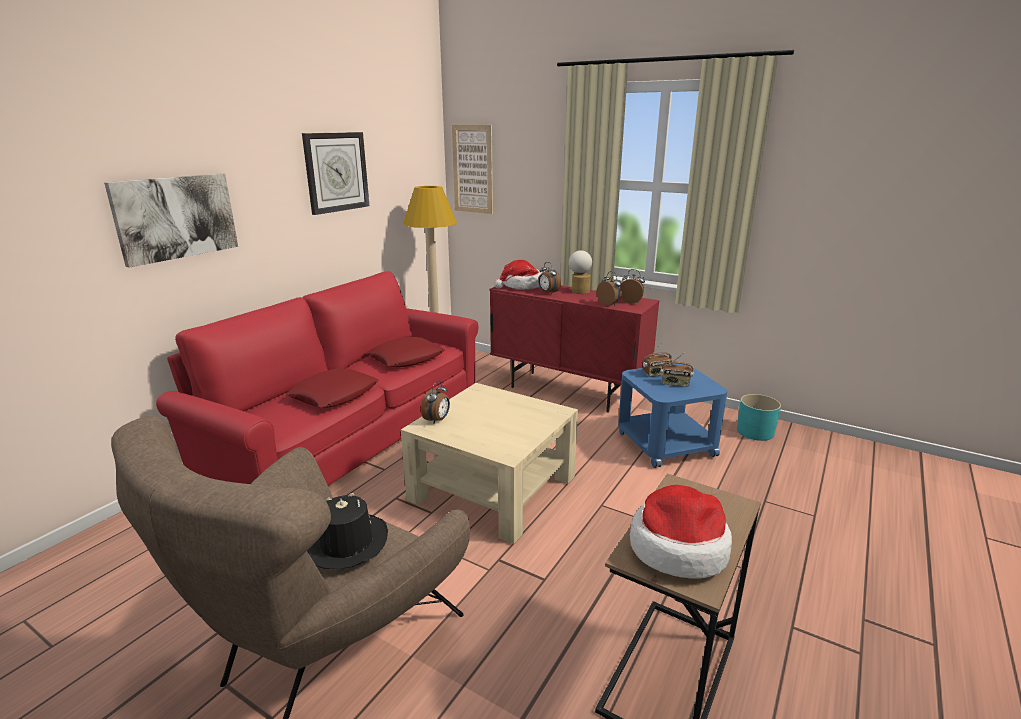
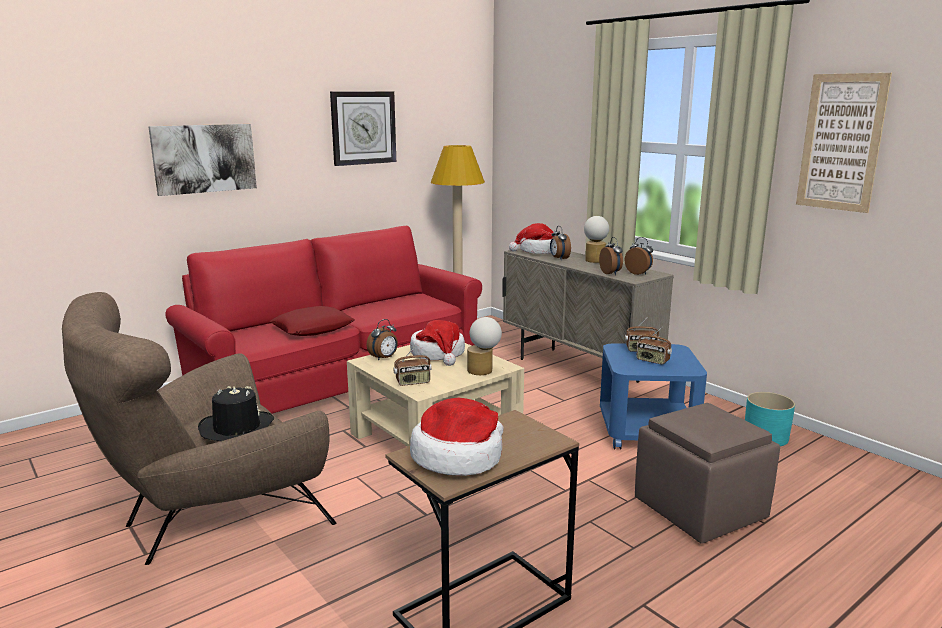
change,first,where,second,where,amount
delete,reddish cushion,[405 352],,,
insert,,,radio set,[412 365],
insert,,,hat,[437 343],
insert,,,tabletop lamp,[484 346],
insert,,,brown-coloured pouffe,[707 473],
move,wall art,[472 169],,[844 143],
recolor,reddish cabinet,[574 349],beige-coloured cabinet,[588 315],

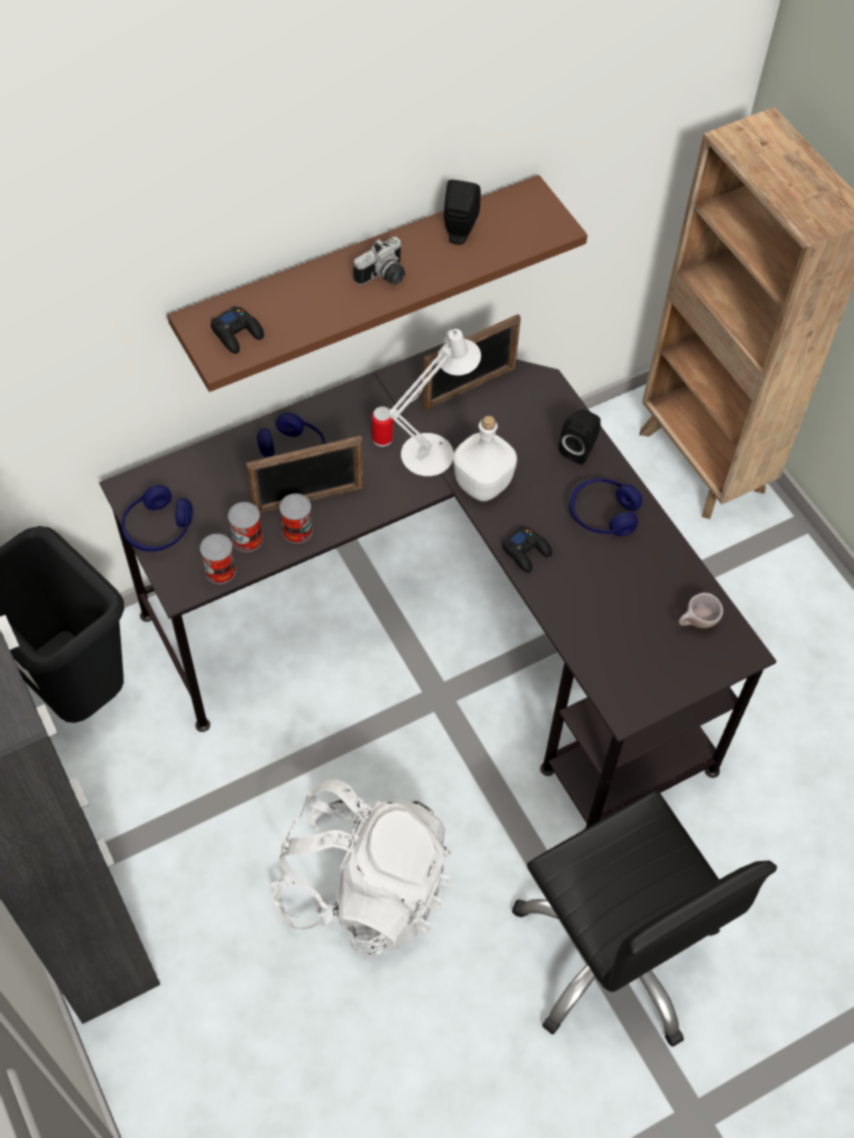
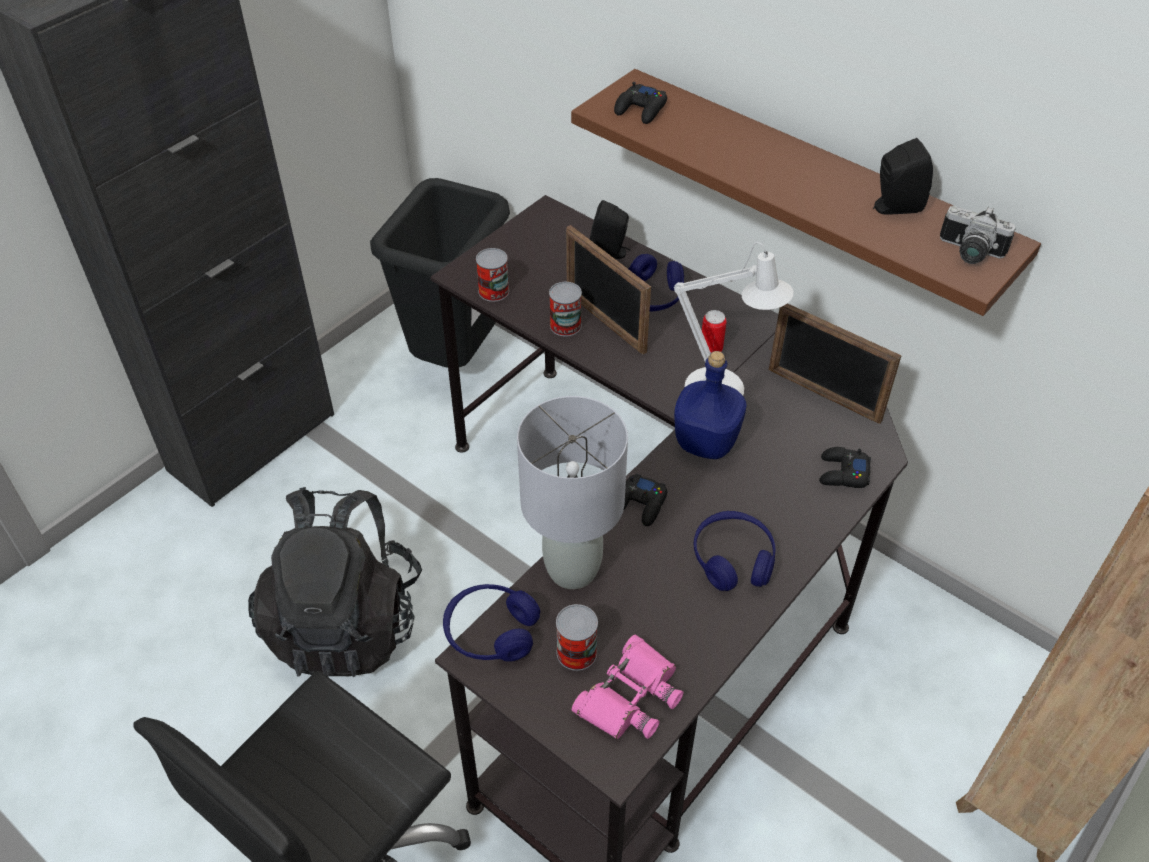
change,first,where,second,where,amount
insert,,,greyish tabletop lamp,[572 492],
insert,,,black-coloured gamepad,[845 467],
move,bluish pair of headphones,[157 518],,[491 623],
move,sealed can,[245 527],,[577 637],
move,still camera,[379 261],,[978 235],
move,black-coloured audio speaker,[580 437],,[610 229],
replace,beige-coloured cup,[700 610],pinkish binoculars,[627 687],
recolor,white-coloured rucksack,[361 868],black-coloured rucksack,[335 582],
recolor,white-coloured drink bottle,[485 458],bluish drink bottle,[710 405],

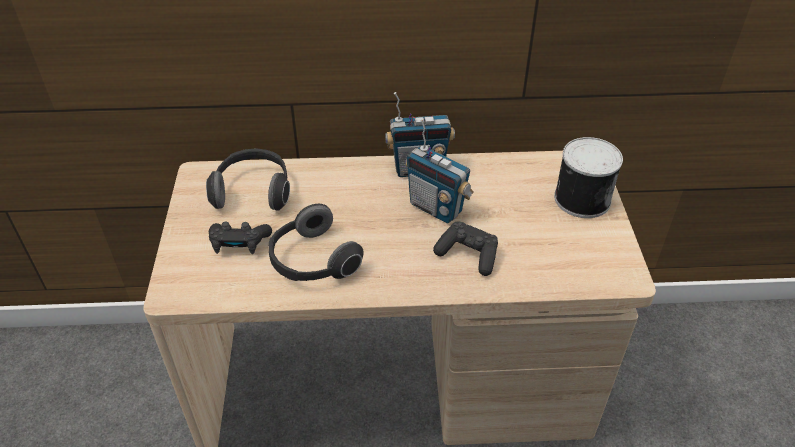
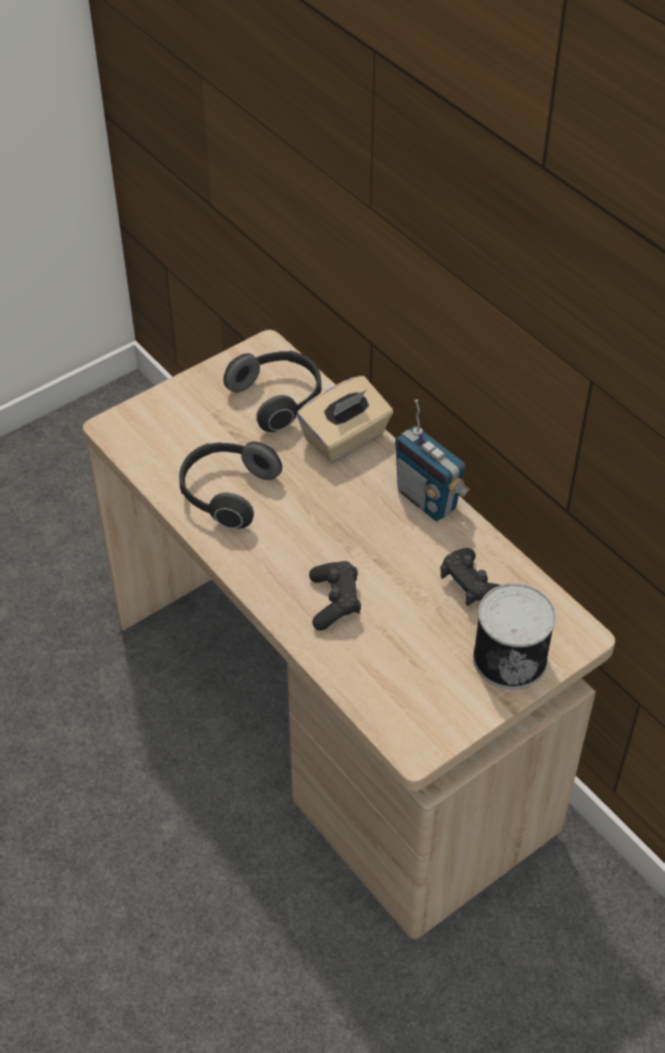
change,first,where,second,where,amount
delete,radio set,[439 171],,,
insert,,,beige-coloured box of tissues,[345 419],
move,black-coloured gamepad,[240 238],,[470 577],

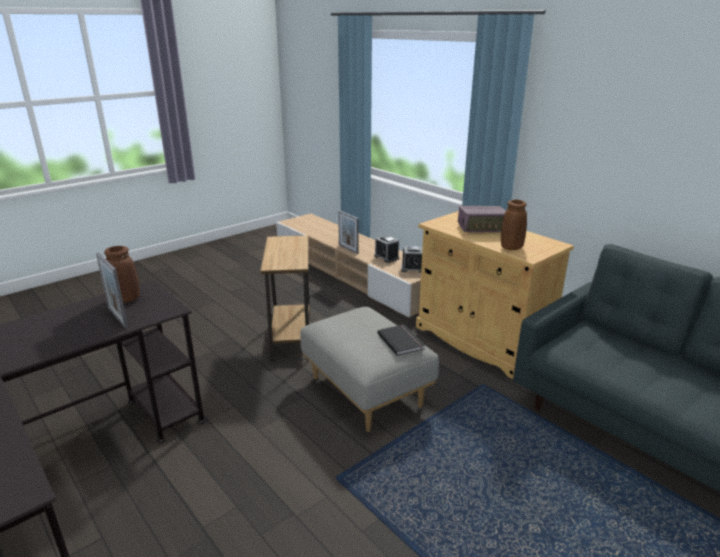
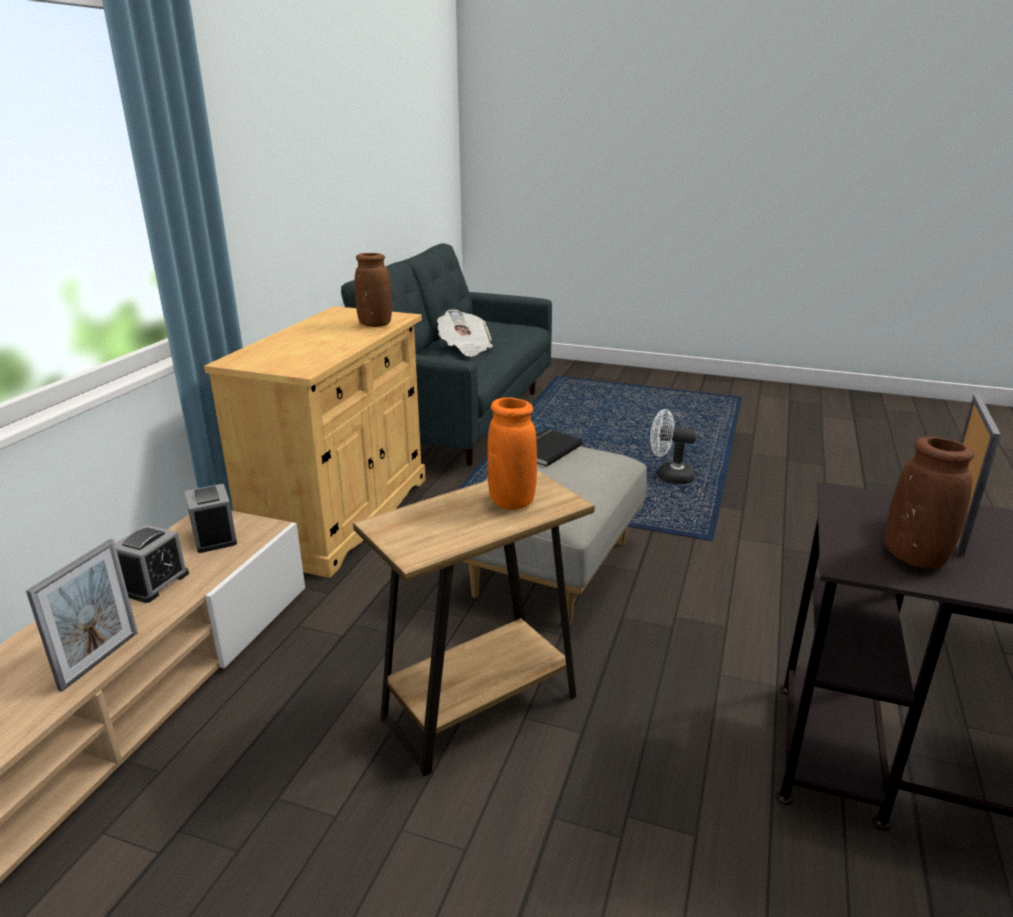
change,first,where,second,where,amount
delete,radio set,[482 219],,,
insert,,,daily paper,[465 333],
insert,,,orange vase,[512 453],
insert,,,white-coloured fan,[673 446],

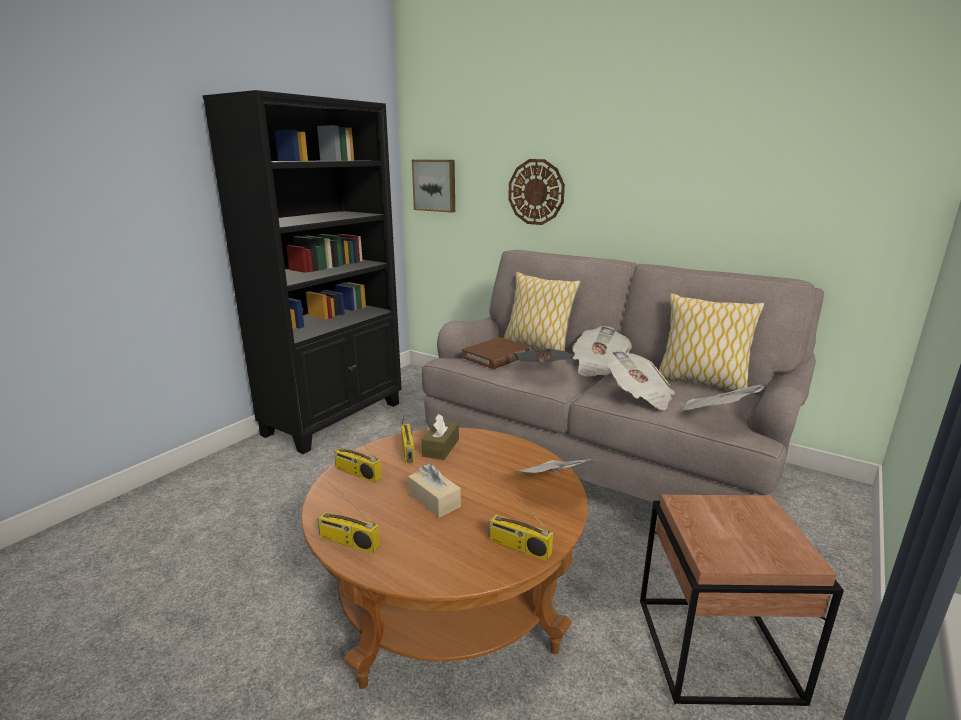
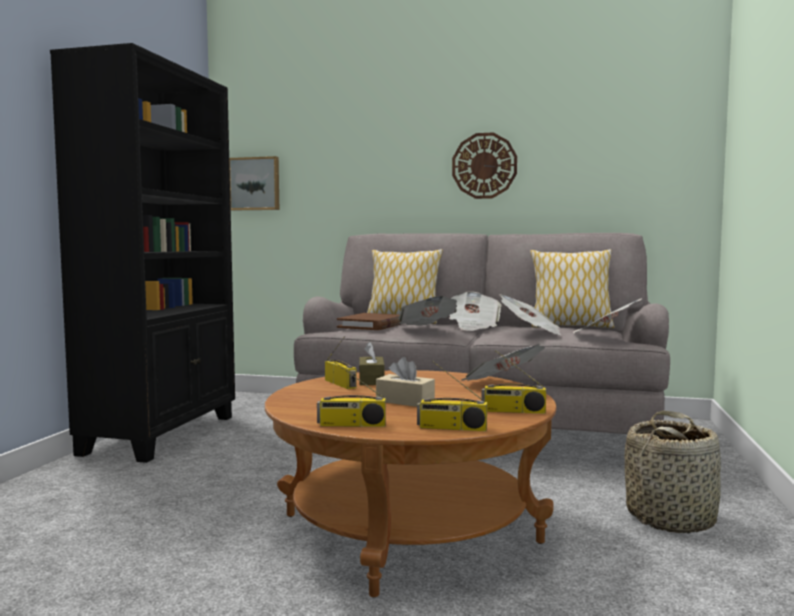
change,first,where,second,where,amount
move,radio set,[358 453],,[452 396],
move,clock on the wall,[536 192],,[484 166],
replace,brown-coloured side table,[742 600],household basket,[672 472],

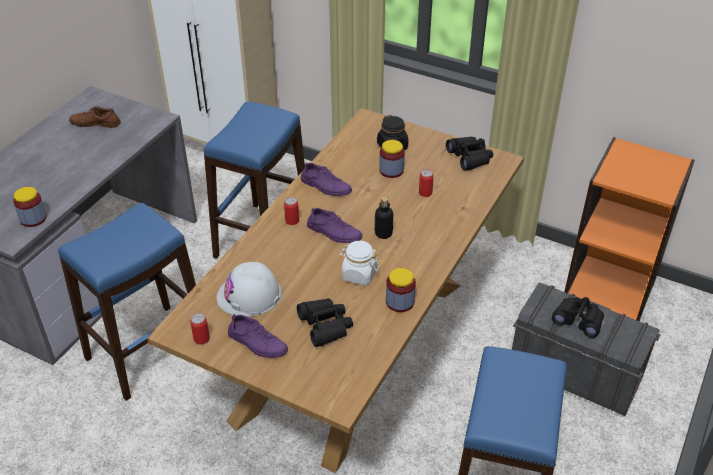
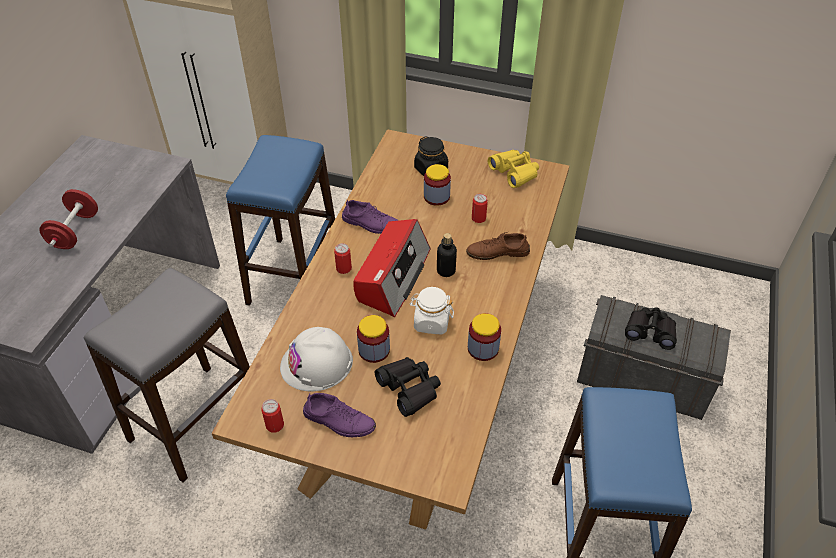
change,first,where,second,where,amount
delete,orange shelving unit,[629 229],,,
insert,,,reddish free weight,[68 219],
move,storage jar,[30 207],,[373 339],
move,brown-coloured low shoe,[95 117],,[498 246],
replace,purple-coloured low shoe,[334 225],radio set,[391 268],
recolor,bluish stool seat,[127 302],greyish stool seat,[167 375],
recolor,black-coloured binoculars,[469 153],yellowish binoculars,[513 169],

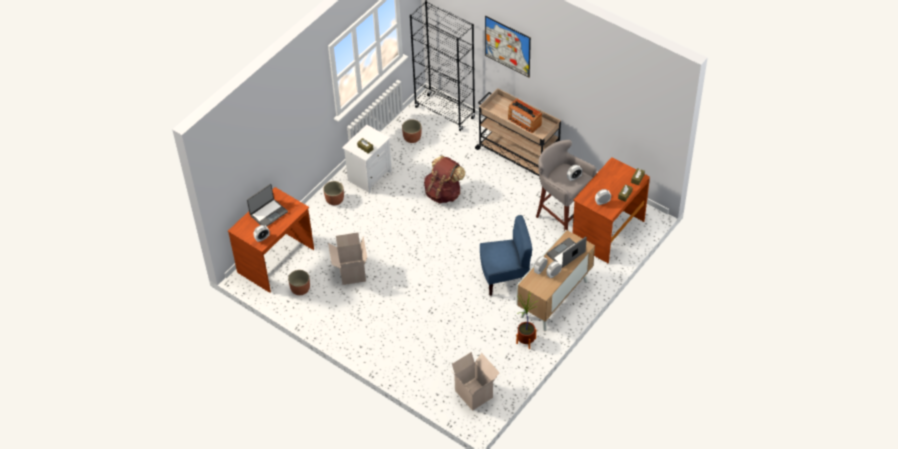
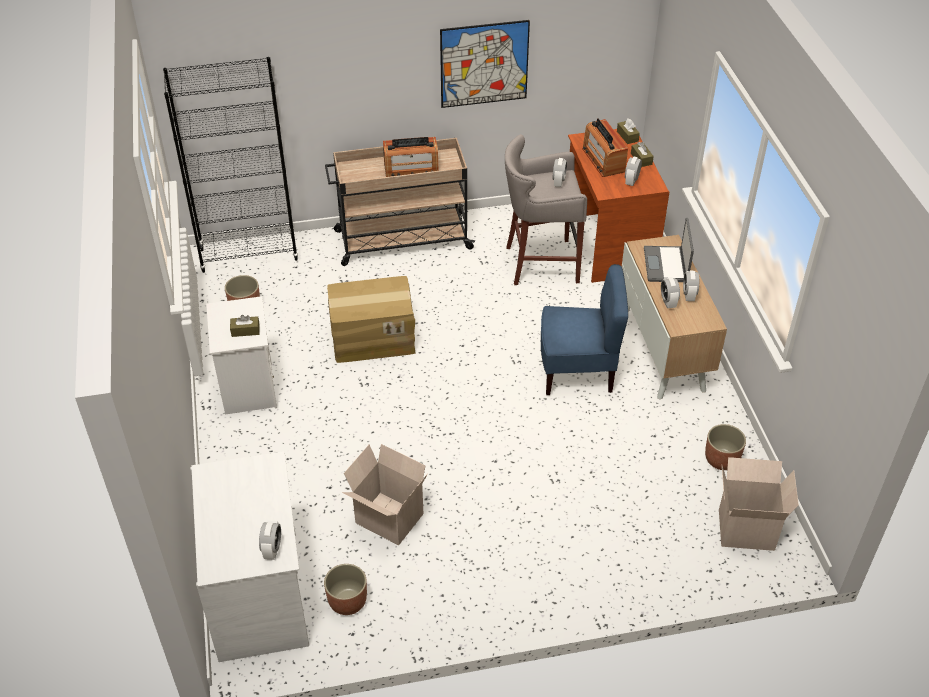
change,first,where,second,where,amount
delete,notebook computer,[267 205],,,
delete,potted plant,[526 321],,,
insert,,,radio set,[605 147],
move,planter,[333 193],,[725 447],
move,wall art,[508 47],,[485 64],
replace,brown-coloured rucksack,[444 179],packing box,[371 319],
recolor,brown-coloured desk,[271 240],white-coloured desk,[249 556],
rotate,bluish chair,[506 255],,[584 329],60 degrees clockwise

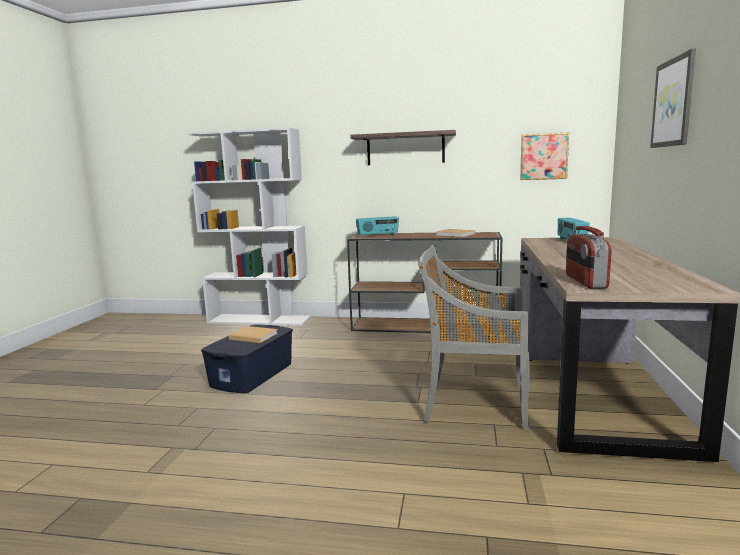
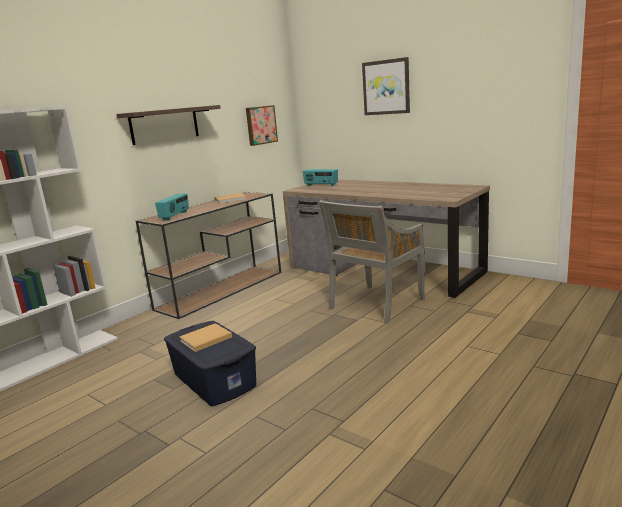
change,first,where,second,where,amount
delete,radio set,[589 257],,,

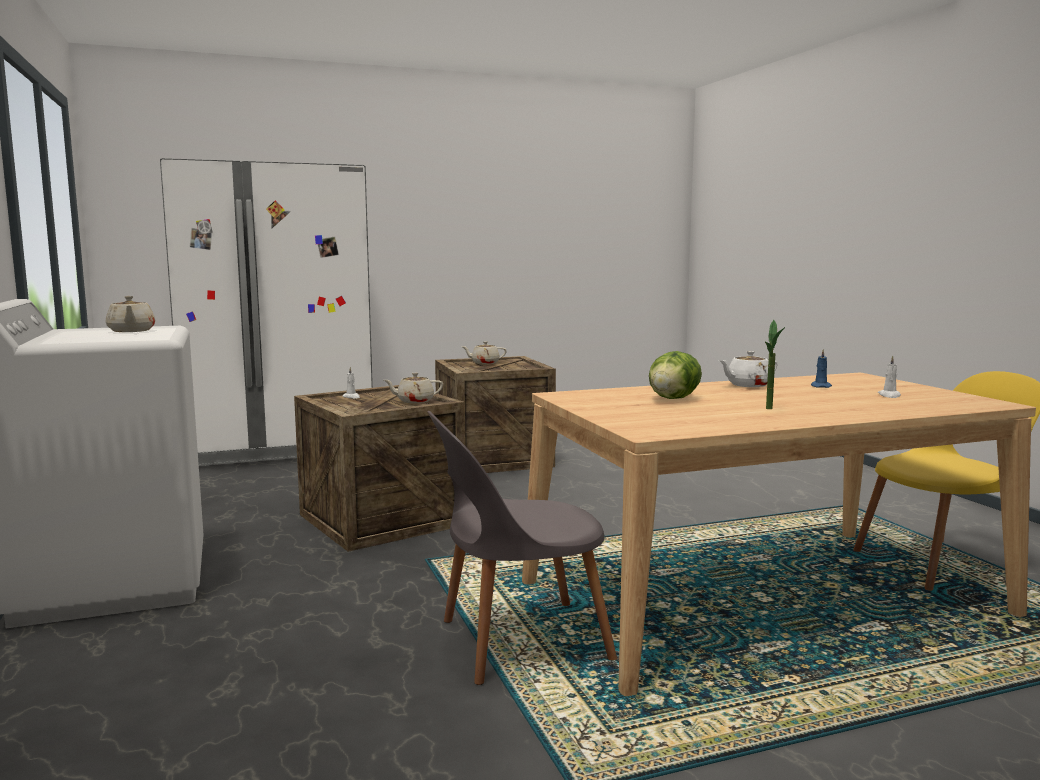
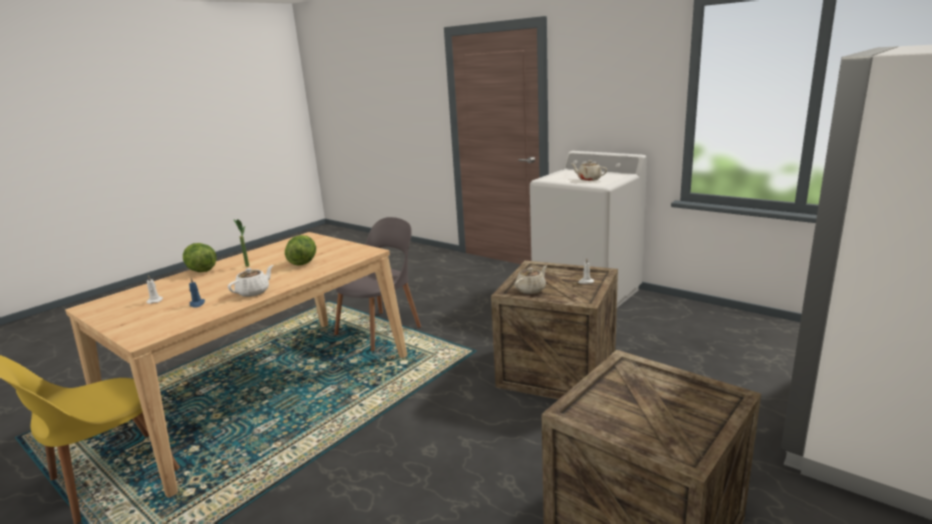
change,first,where,second,where,amount
delete,beige-coloured tea pot,[484 352],,,
insert,,,lettuce head,[200 257],

